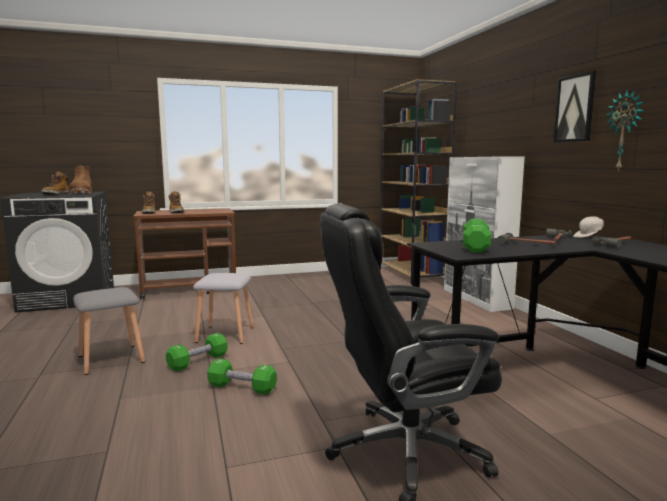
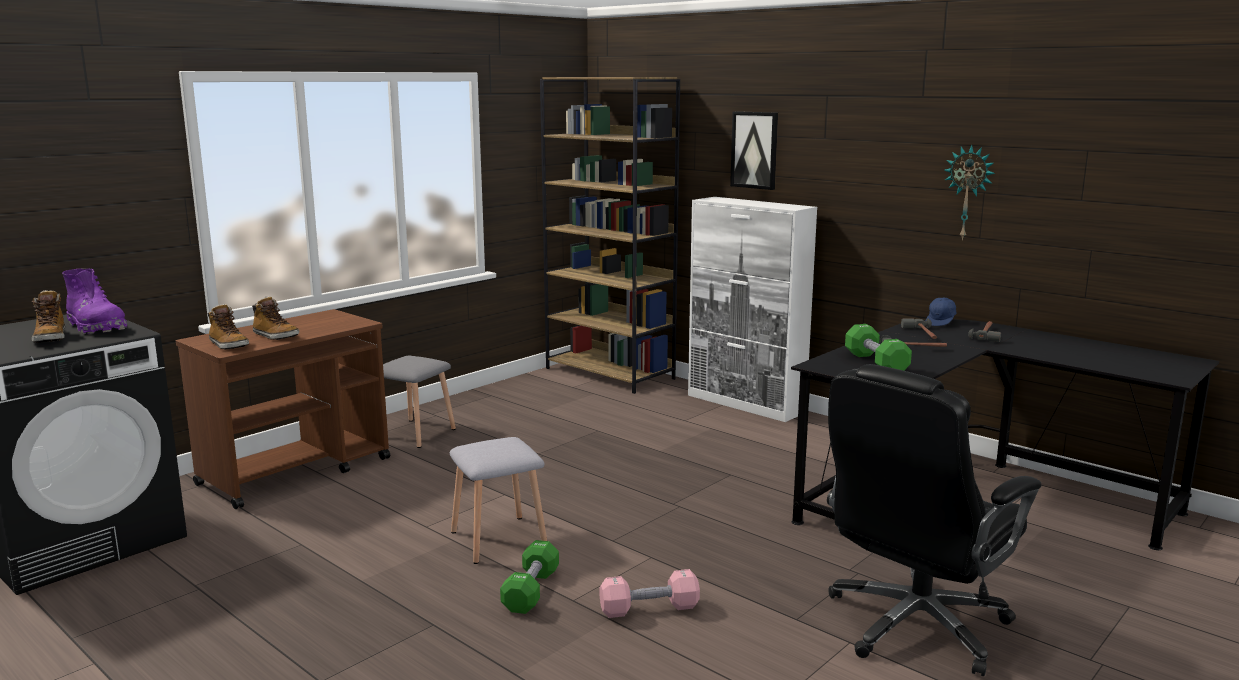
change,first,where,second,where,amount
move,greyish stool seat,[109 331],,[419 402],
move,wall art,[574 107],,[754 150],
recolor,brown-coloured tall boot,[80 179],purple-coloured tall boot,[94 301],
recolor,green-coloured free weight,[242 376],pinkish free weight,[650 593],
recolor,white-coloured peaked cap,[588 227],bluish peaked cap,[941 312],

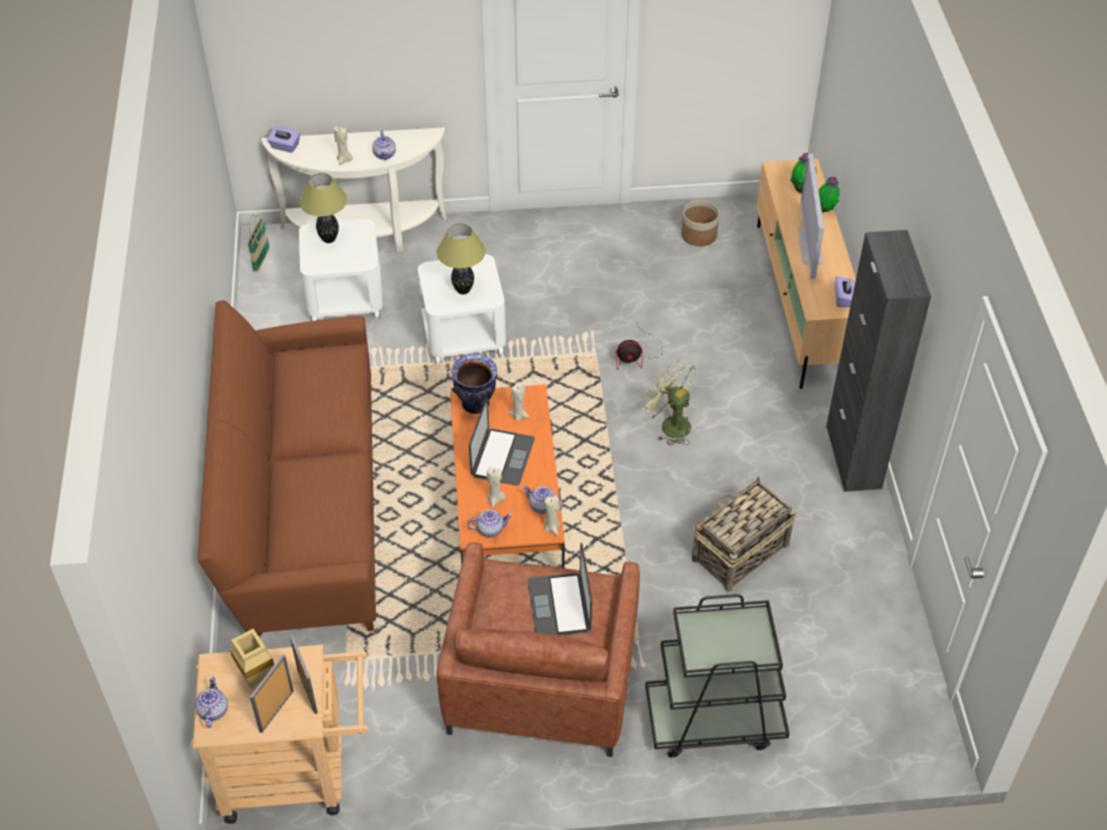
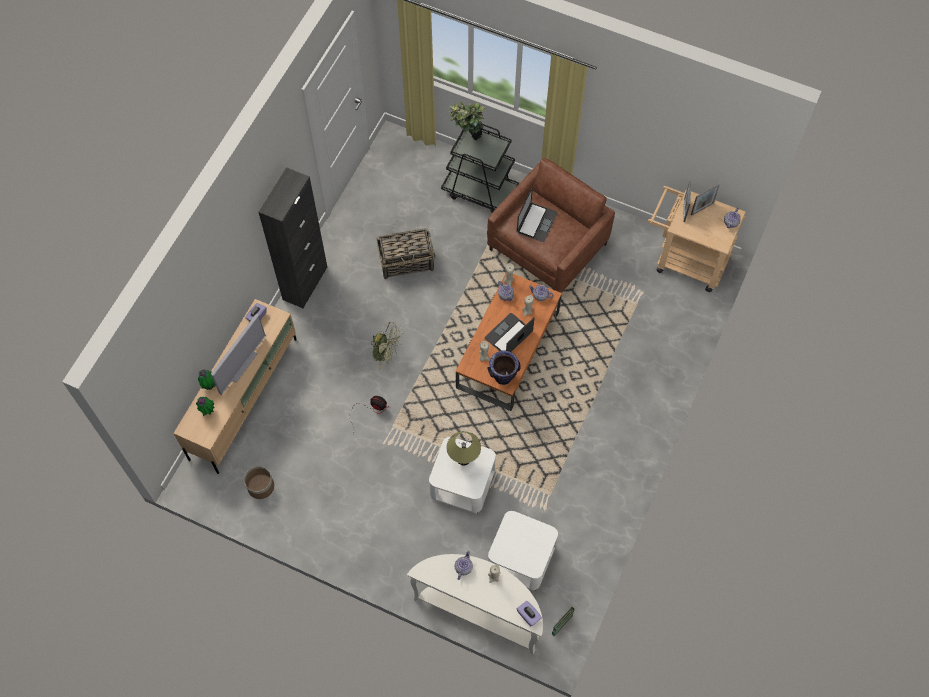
change,first,where,second,where,amount
delete,brown-coloured sofa,[286 468],,,
delete,beige-coloured vase,[252 658],,,
delete,tabletop lamp,[323 208],,,
insert,,,potted plant,[467 121],
rotate,green-coloured fan,[668 402],,[387 345],45 degrees counterclockwise

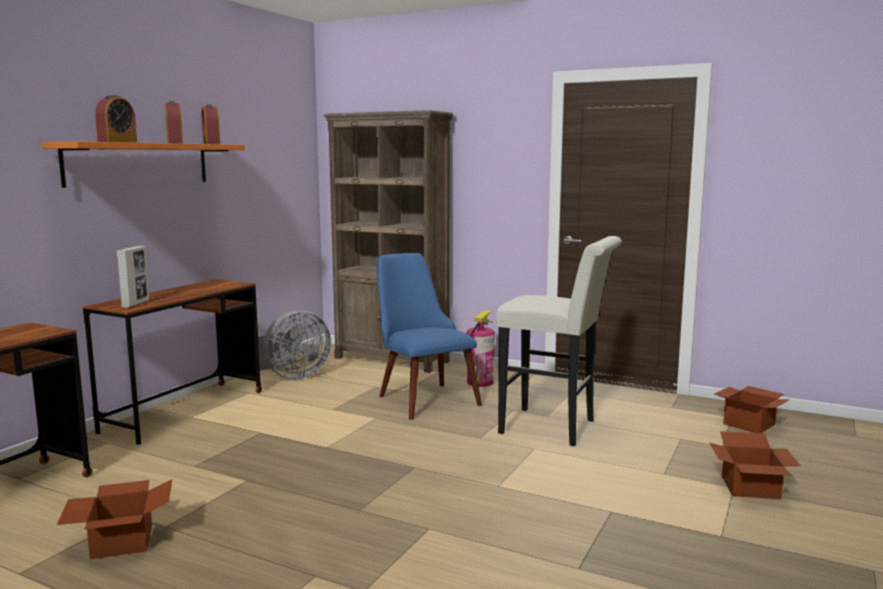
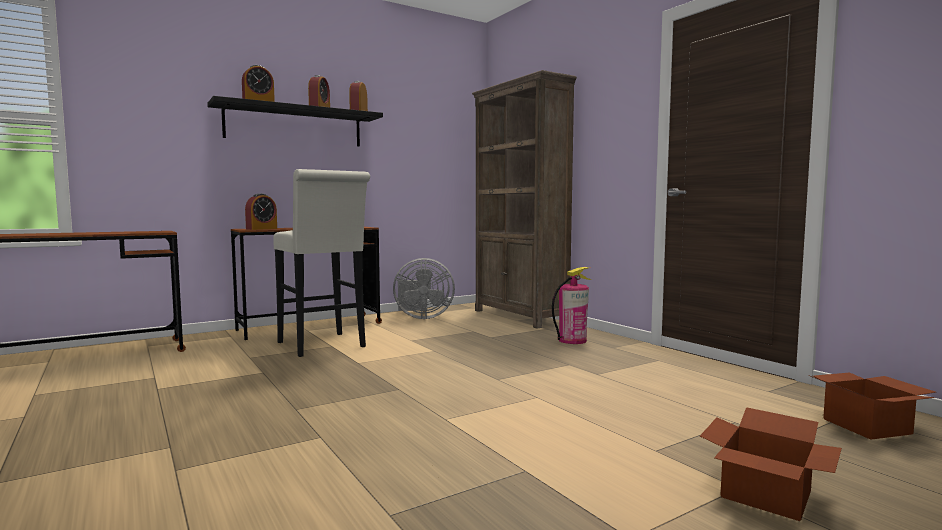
change,first,where,second,where,amount
delete,packing box,[114 519],,,
delete,bluish chair,[429 336],,,
move,white-coloured stool seat,[559 341],,[321 263],
replace,picture frame,[133 277],bedside clock,[261 212],
recolor,orange bracket shelf,[143 165],black-coloured bracket shelf,[295 121],

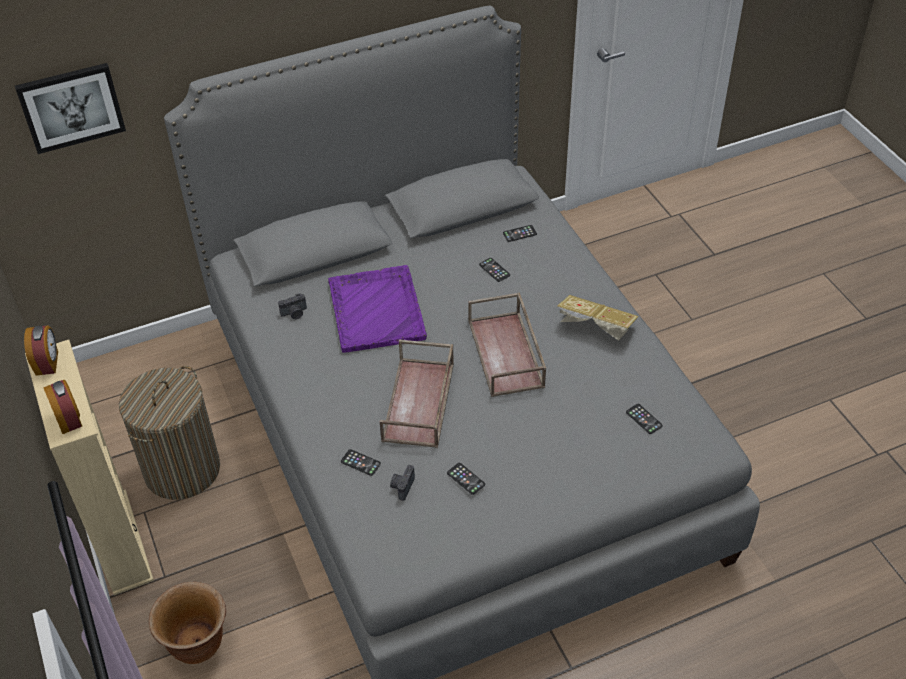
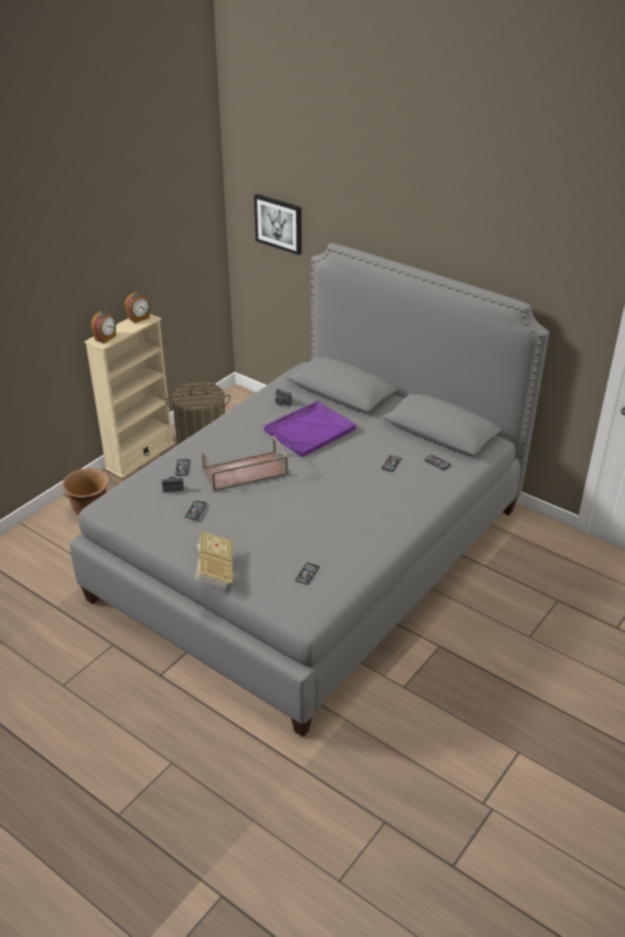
change,first,where,second,where,amount
delete,brown-coloured tray,[507 344],,,
move,volume,[598 318],,[214 560],

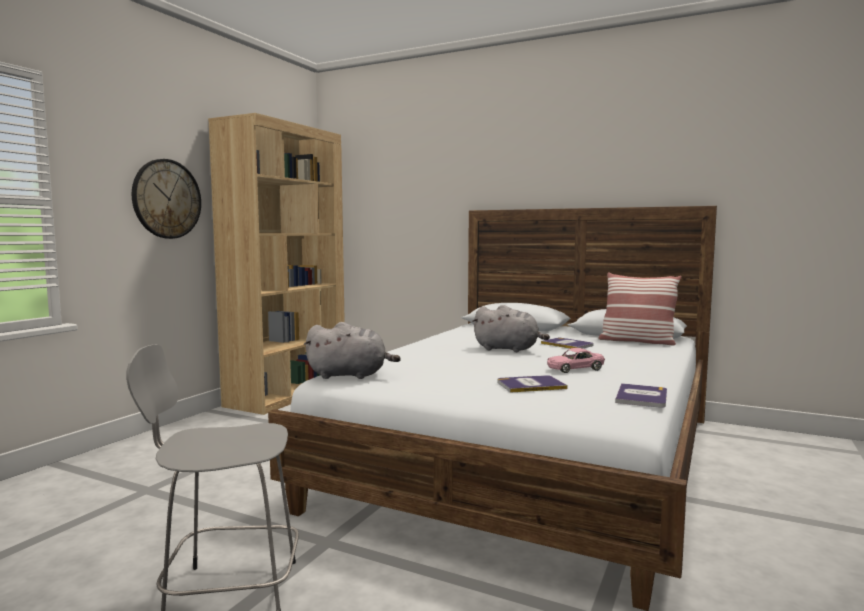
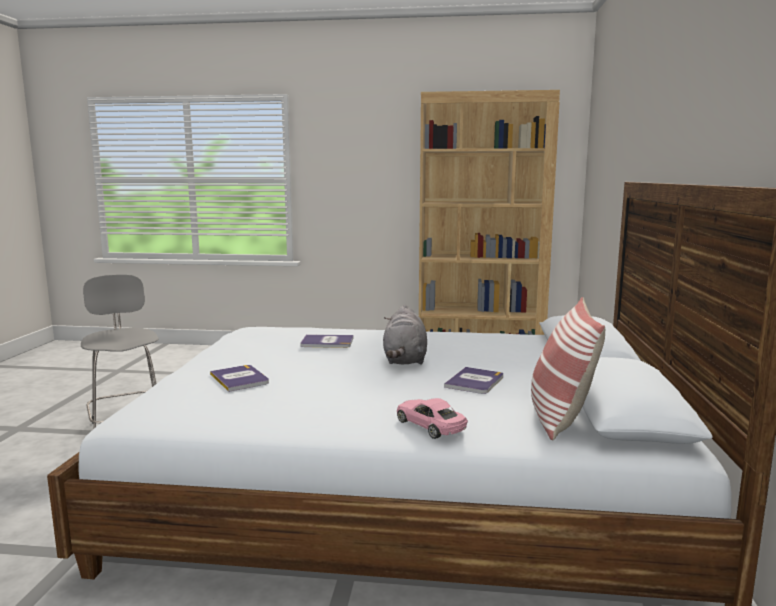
change,first,where,second,where,amount
delete,clock on the wall,[166 199],,,
delete,greyish soft toy,[352 350],,,
move,pinkish miniature car,[576 360],,[432 418],
move,volume,[641 395],,[327 341],

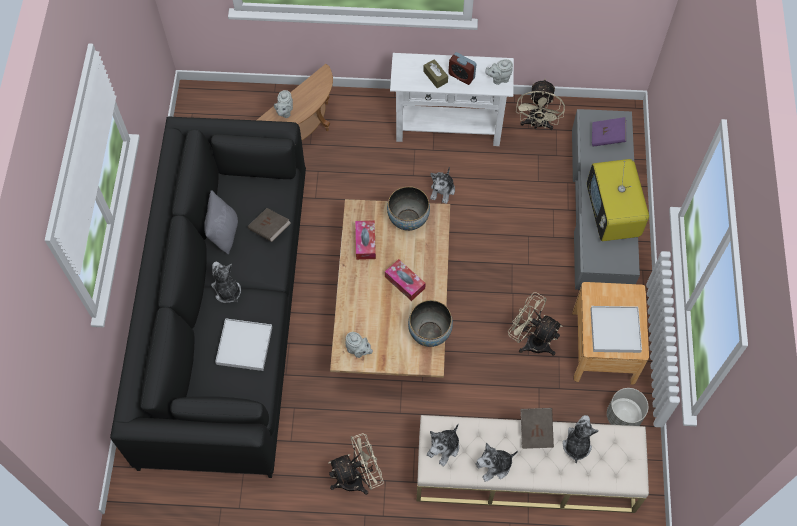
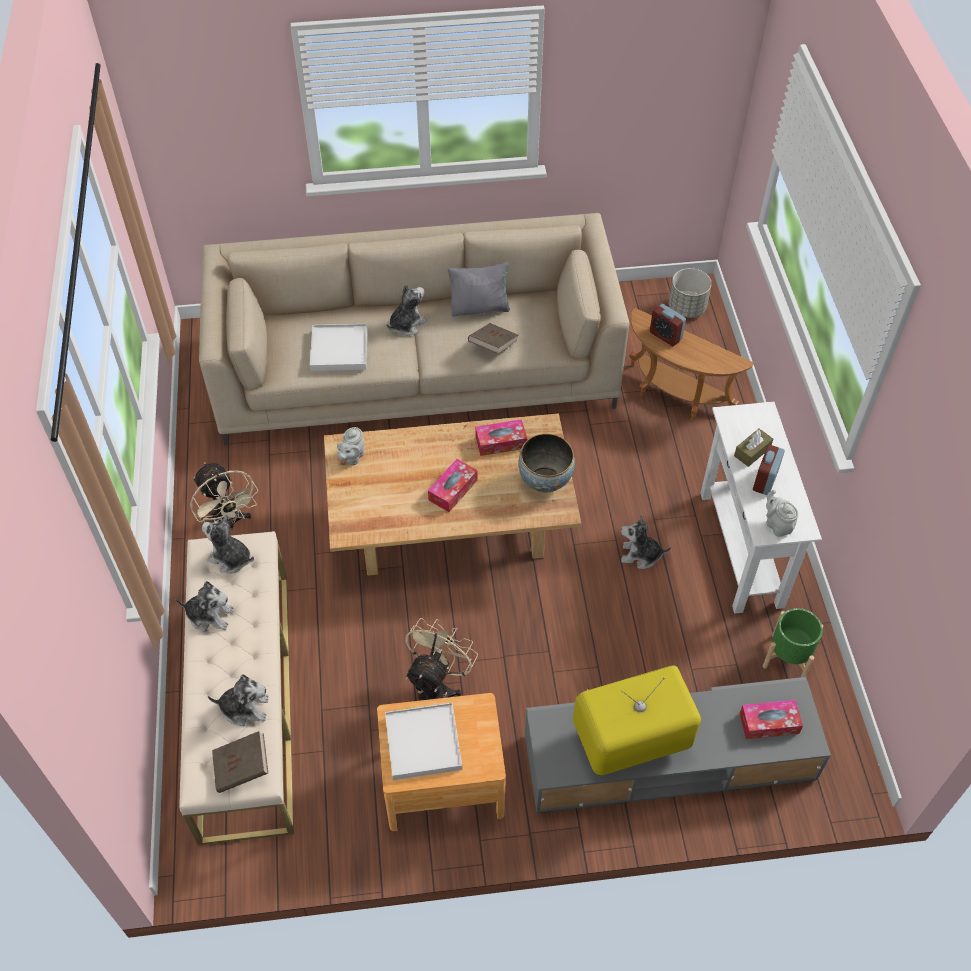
change,first,where,second,where,amount
delete,bowl,[430 323],,,
move,brown-coloured volume,[537 428],,[240 762],
move,greyish planter,[627 407],,[690 293],
replace,greyish tea pot,[283 104],bedside clock,[668 325],
replace,beige-coloured fan,[540 104],green-coloured planter,[793 642],
replace,purple-coloured volume,[609 132],box of tissues,[771 719],
recolor,black-coloured sofa,[208 297],beige-coloured sofa,[414 329],
rotate,soft toy,[497 462],,[204 606],135 degrees clockwise

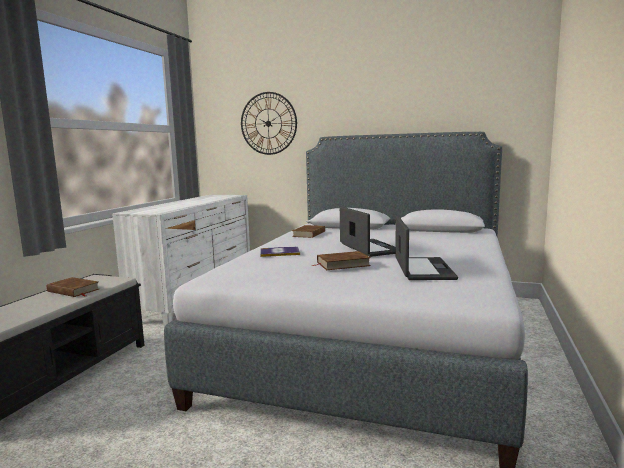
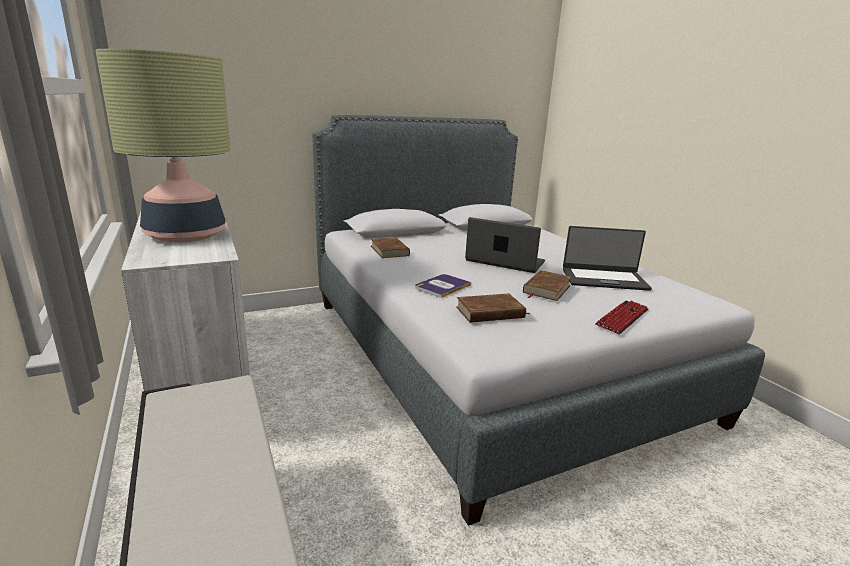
change,first,where,second,where,amount
delete,clock on the wall,[269 123],,,
insert,,,tabletop lamp,[163 146],
insert,,,computer keyboard,[621 317],
move,brown-coloured volume,[73 287],,[492 308],
rotate,notebook computer,[426 248],,[607 258],135 degrees clockwise

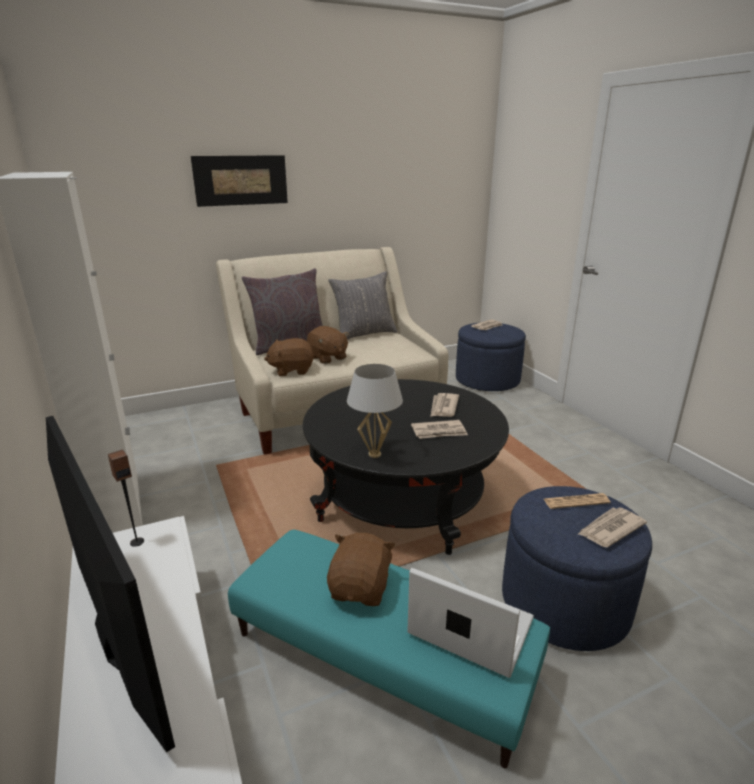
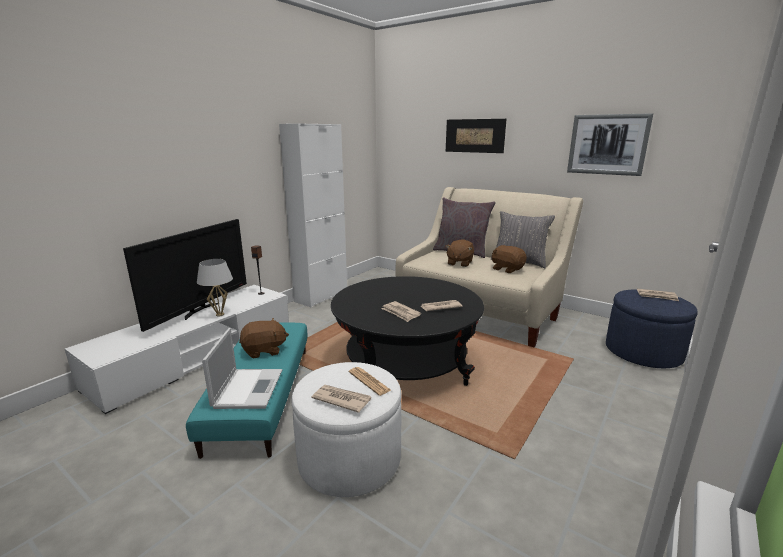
change,first,where,second,where,amount
insert,,,wall art,[610 144],
move,brown-coloured soft toy,[289 357],,[509 259],
move,white-coloured tabletop lamp,[375 411],,[215 287],
recolor,bluish pouffe,[577 568],white-coloured pouffe,[346 429],

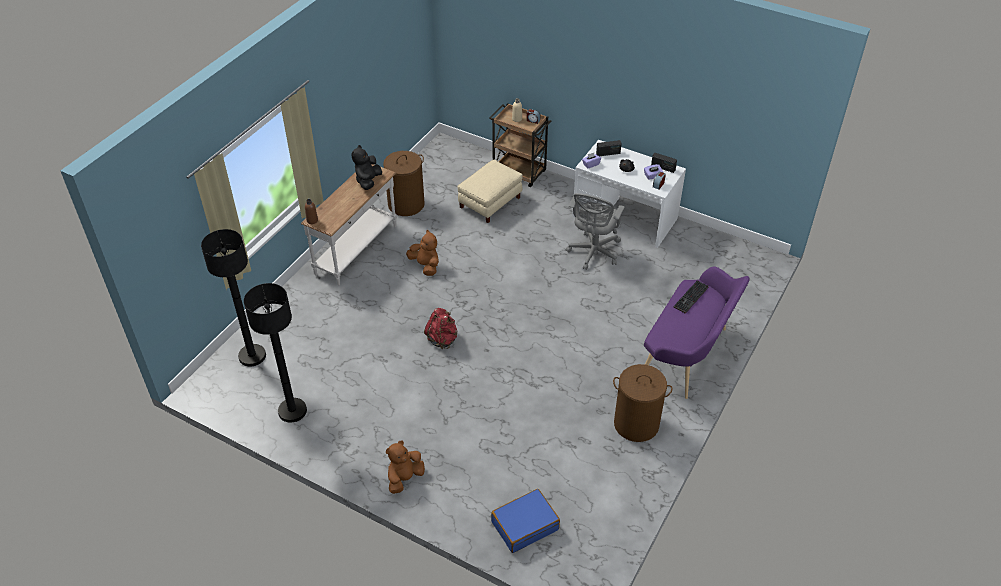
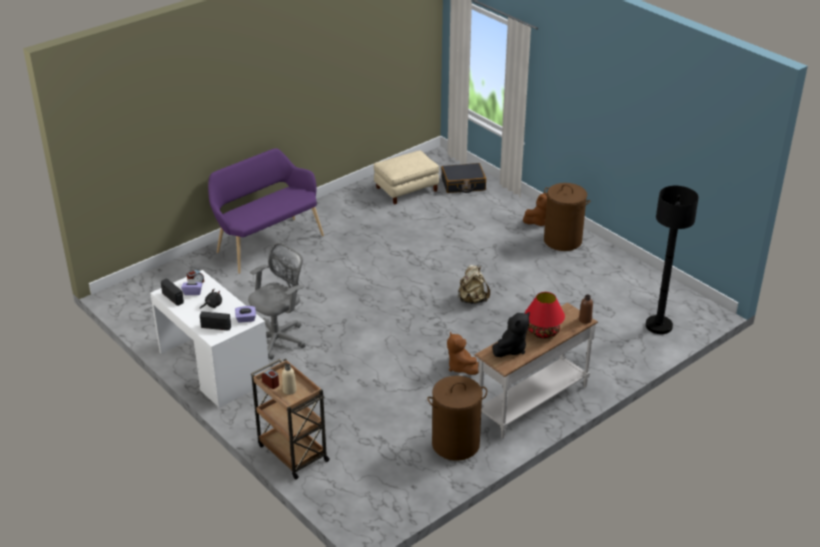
change,first,where,second,where,amount
delete,black-coloured standard lamp,[275 352],,,
delete,computer keyboard,[690 297],,,
insert,,,reddish tabletop lamp,[545 315],
move,beige-coloured pouffe,[490 191],,[407 177],
move,brown-coloured washing basket,[642 403],,[567 217],
recolor,reddish rucksack,[440 328],beige-coloured rucksack,[474 284],
recolor,bluish suitcase,[525 521],black-coloured suitcase,[463 178],

